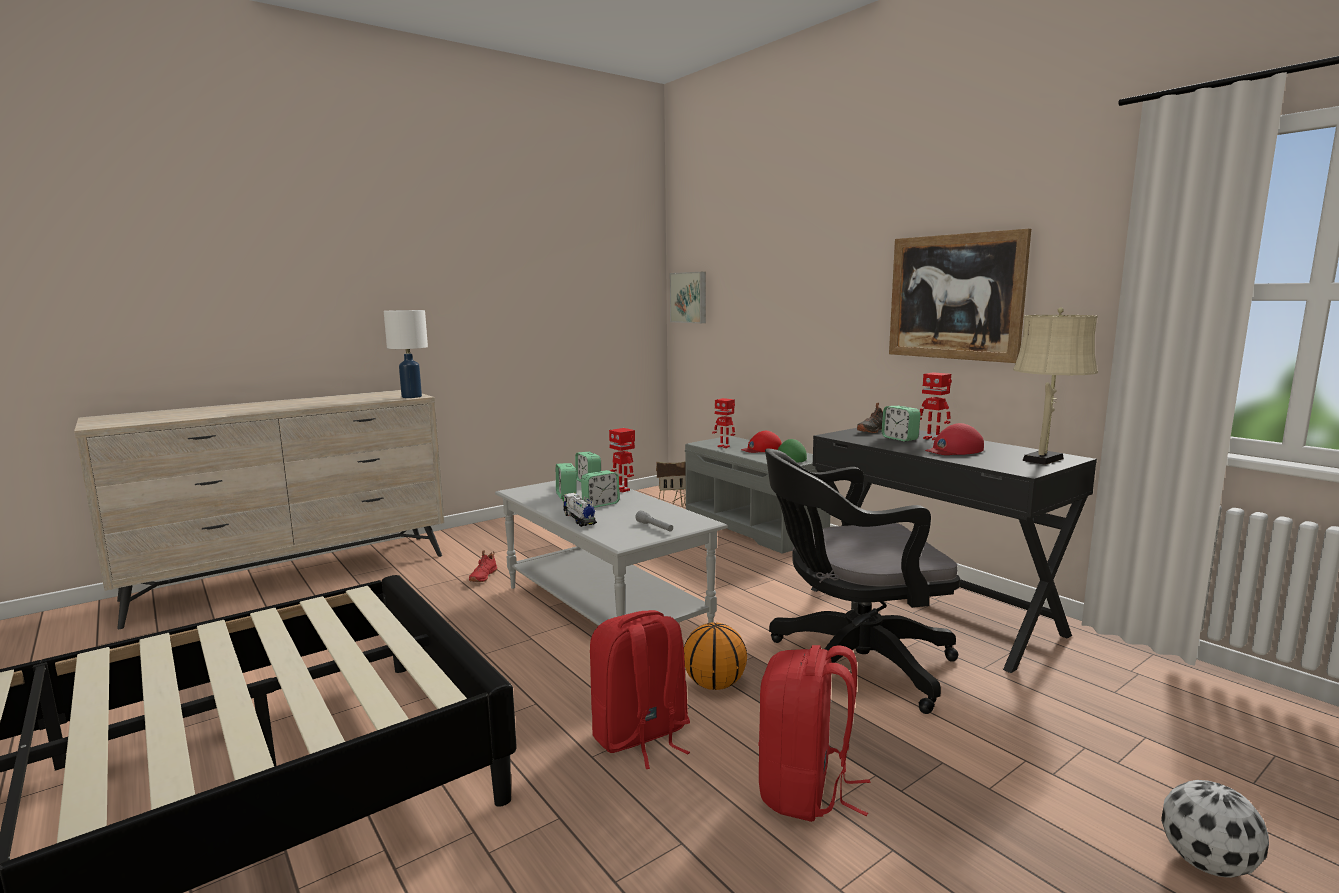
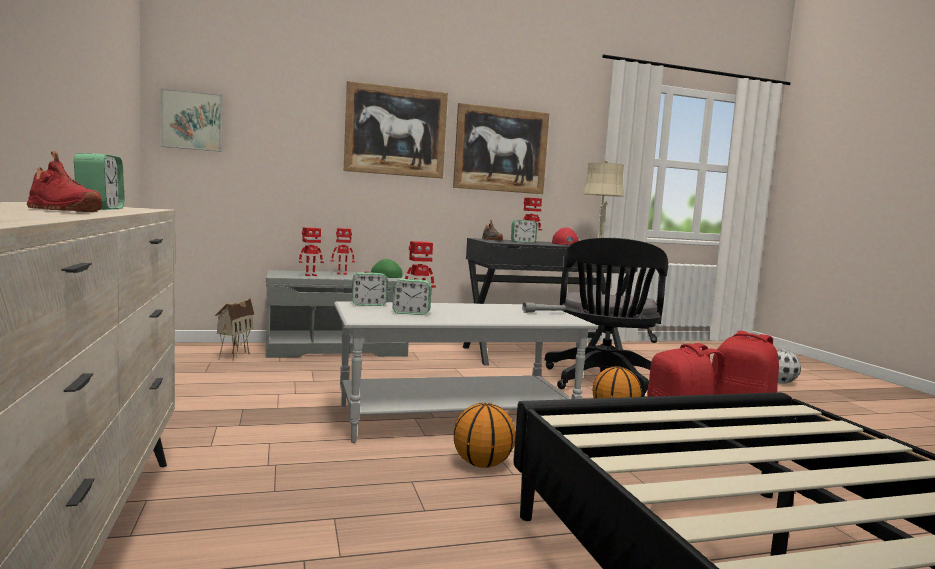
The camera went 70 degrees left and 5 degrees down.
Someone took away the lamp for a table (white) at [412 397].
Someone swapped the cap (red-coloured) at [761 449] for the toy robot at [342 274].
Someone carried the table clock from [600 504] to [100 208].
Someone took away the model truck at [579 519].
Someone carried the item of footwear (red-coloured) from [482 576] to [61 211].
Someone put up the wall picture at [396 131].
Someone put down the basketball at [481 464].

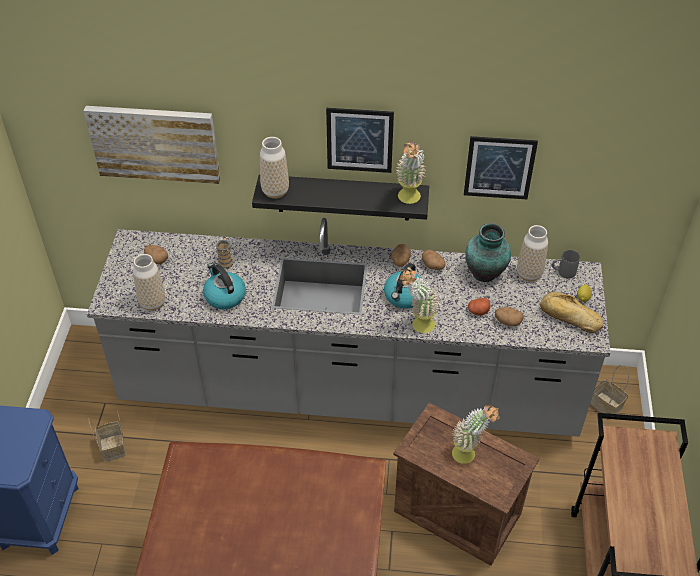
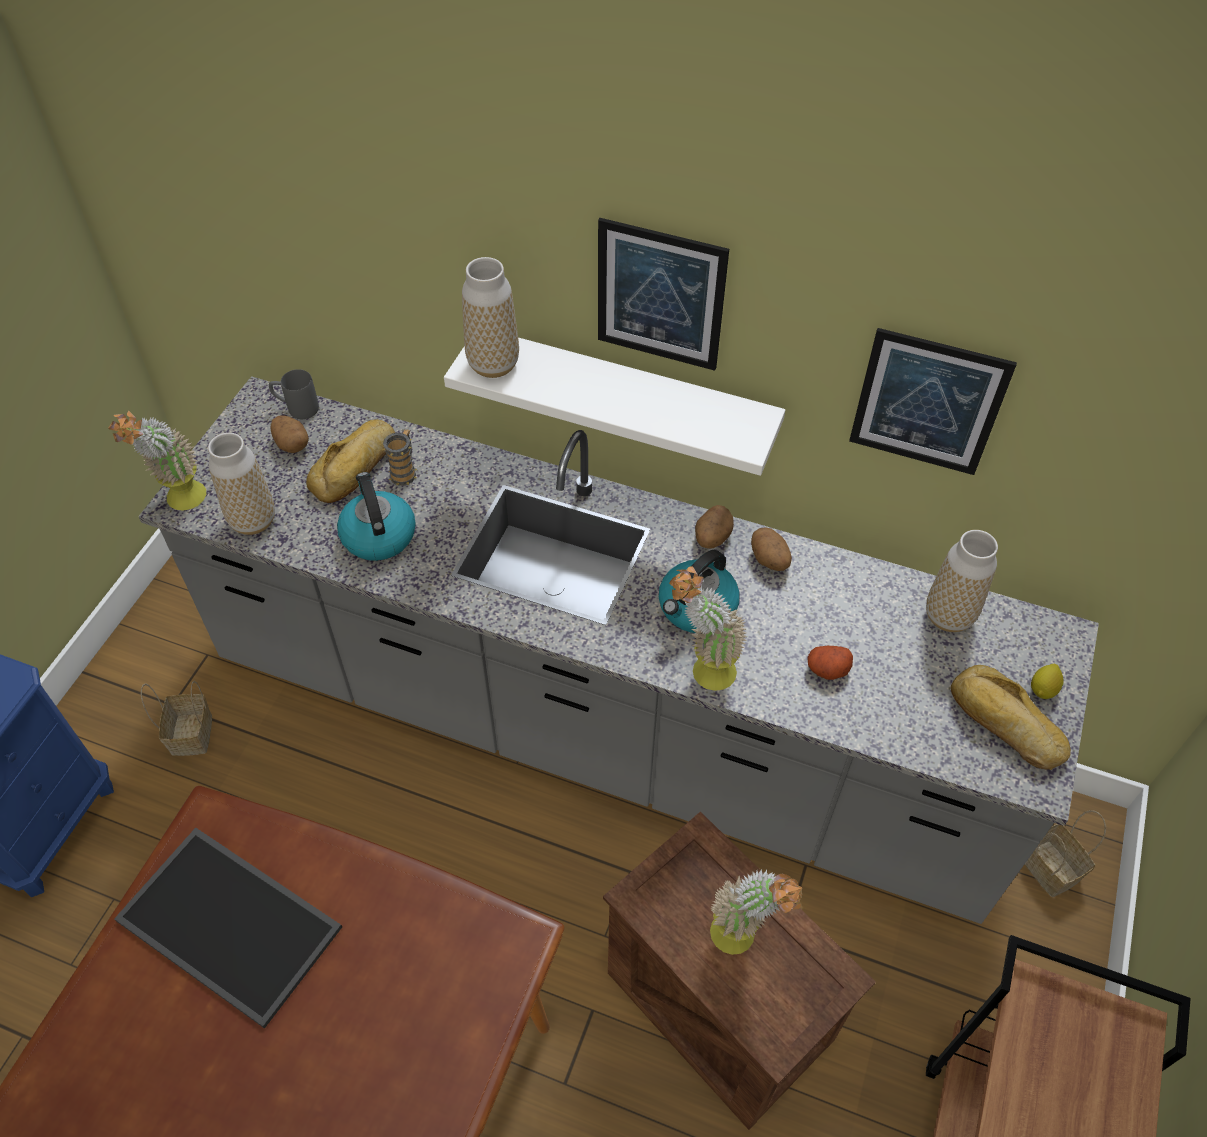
The camera went 15 degrees right and 5 degrees up.
Someone took away the wall picture at [155 143].
Someone carried the houseplant from [409 200] to [181 503].
Someone repainted the wall shelf (blackish) at [343 197], which became the wall shelf (white) at [626 399].
Someone took away the vase at [486 273].
Someone carried the mug (grey) from [562 272] to [296 408].
Someone took away the spud at [507 322].
Someone put down the baked bread at [357 468].
Someone put down the carrying tray at [233 922].

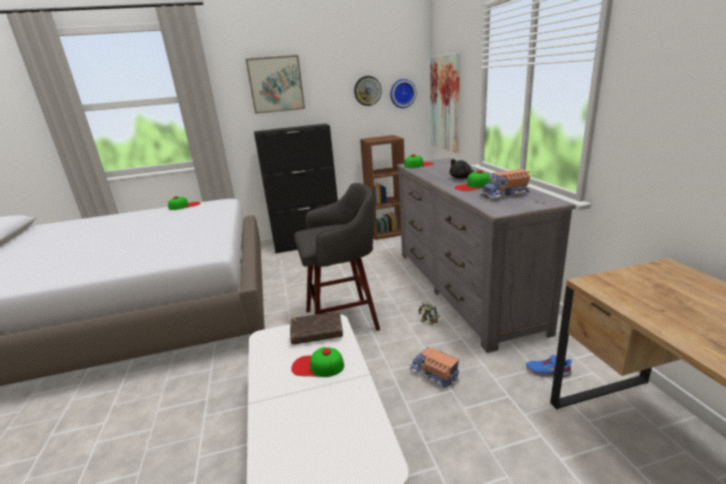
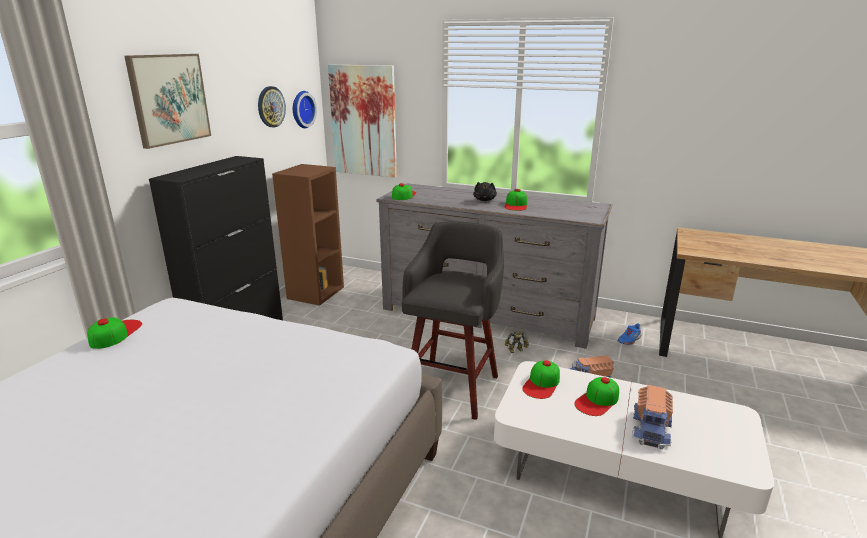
The camera went 55 degrees left and 0 degrees up.
Someone carried the model truck from [505 195] to [652 428].
Someone swapped the volume (brown-coloured) at [317 333] for the cap at [542 383].

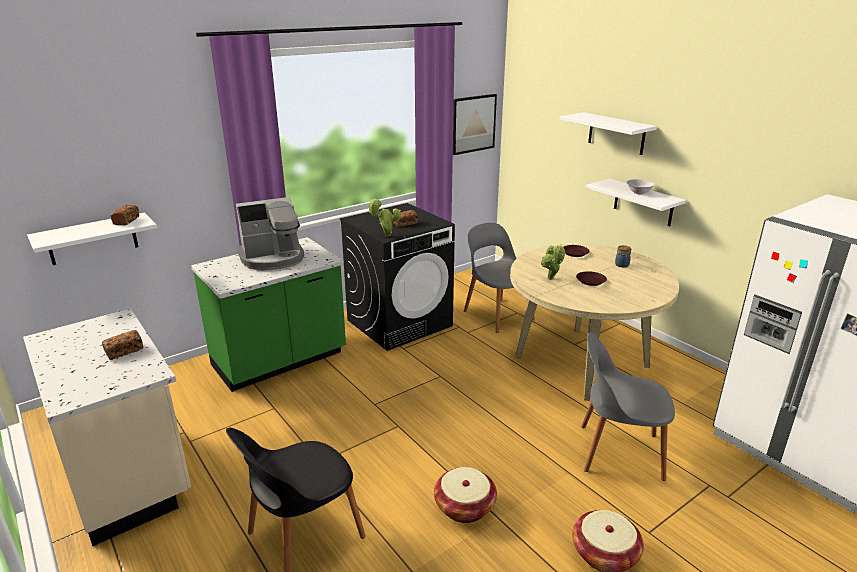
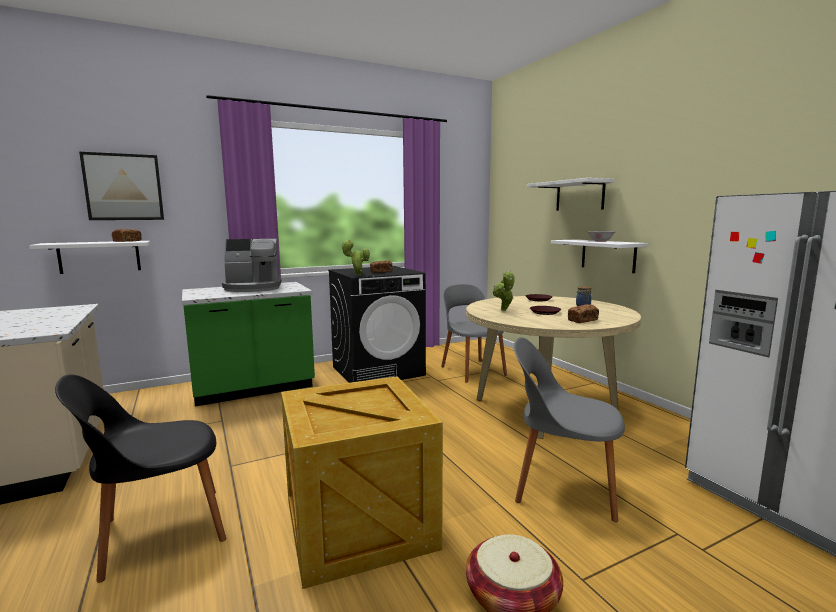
The camera went 10 degrees right and 15 degrees down.
Someone carried the wall picture from [473 124] to [123 187].
Someone carried the baked bread from [124 351] to [582 320].
Someone swapped the basket at [464 507] for the shipping crate at [356 523].

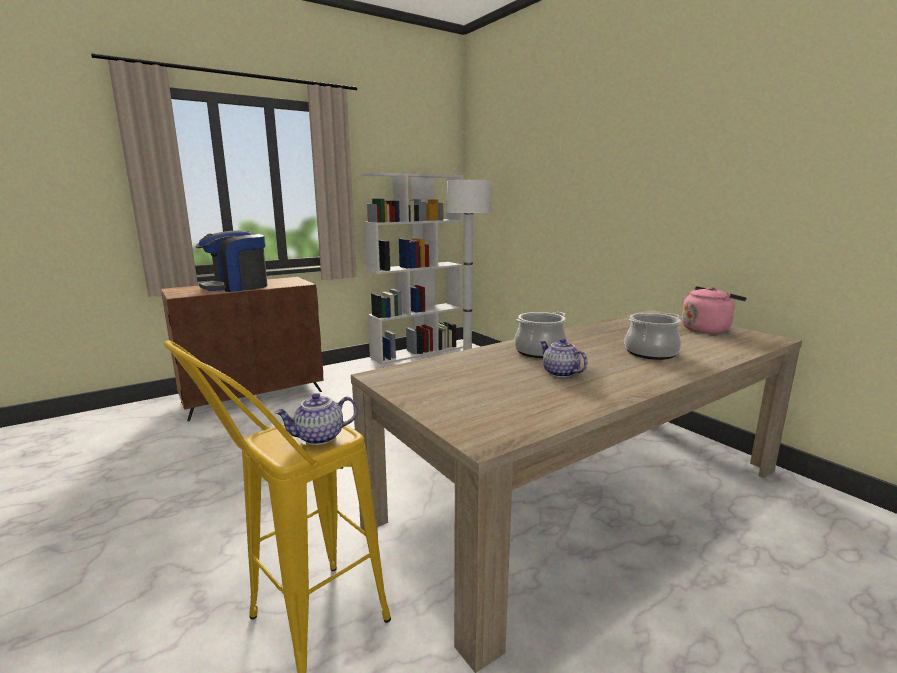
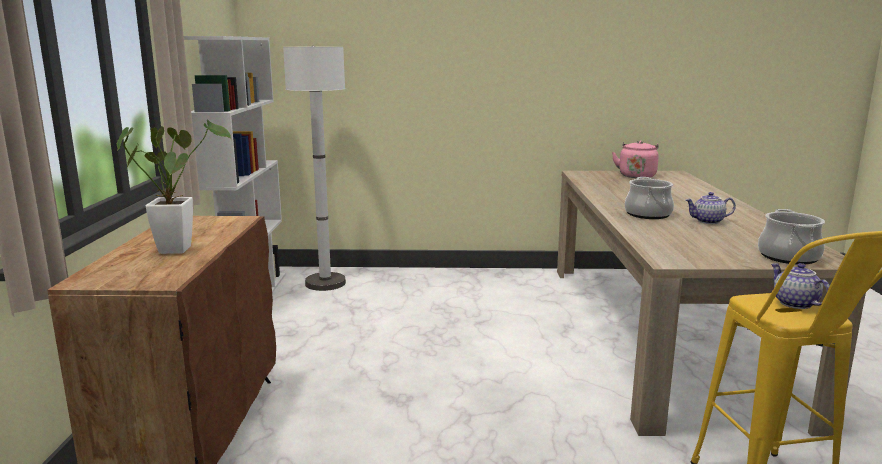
The camera went 55 degrees left and 0 degrees up.
Someone swapped the coffee maker at [237 287] for the houseplant at [178 247].
Someone carried the cooking pot from [651 353] to [789 257].
Someone rotated the teapot at [319 438] by 150 degrees clockwise.

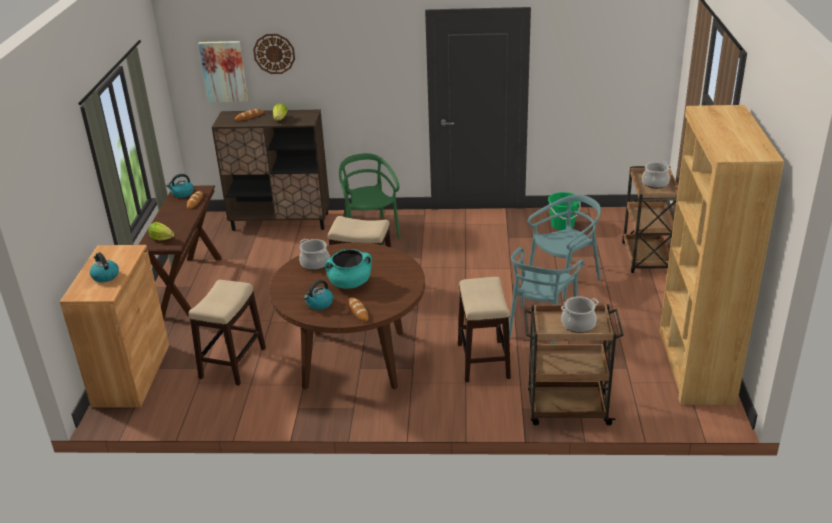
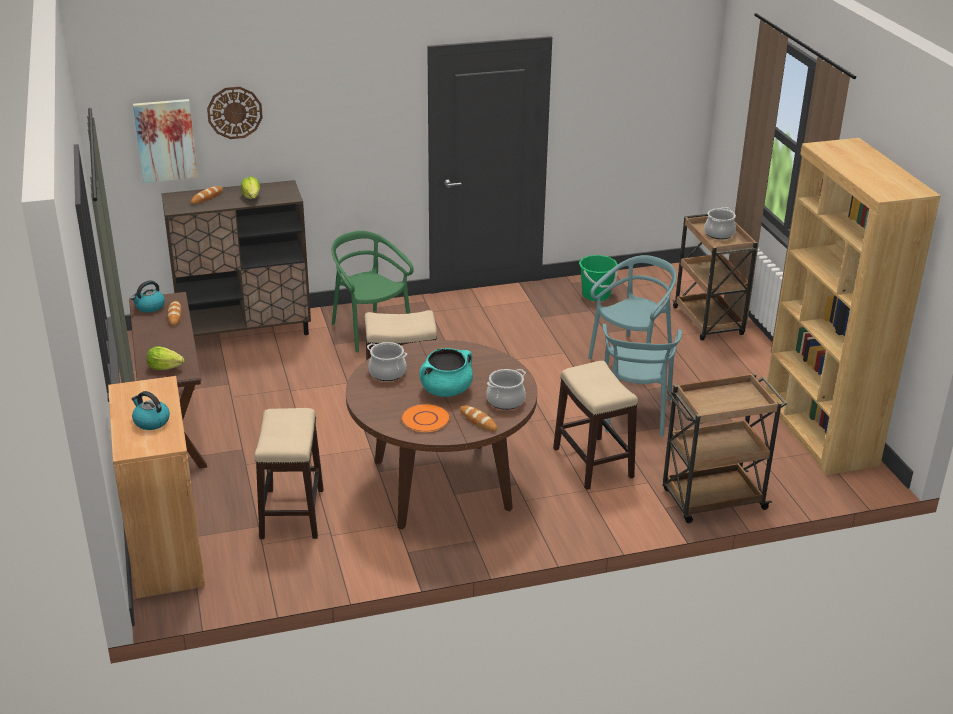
The camera went 20 degrees left and 0 degrees up.
Someone swapped the water kettle at [319 304] for the dinner plate (orangey) at [426 419].
Someone carried the cooking pot from [578 324] to [505 401].

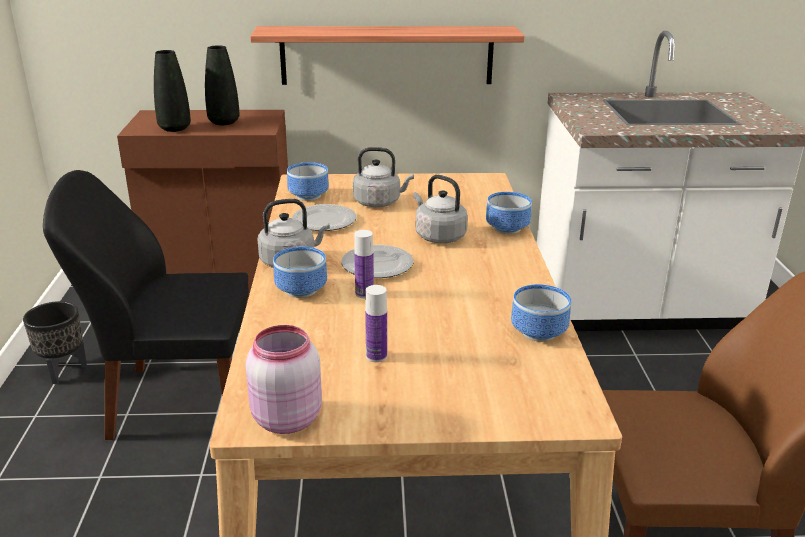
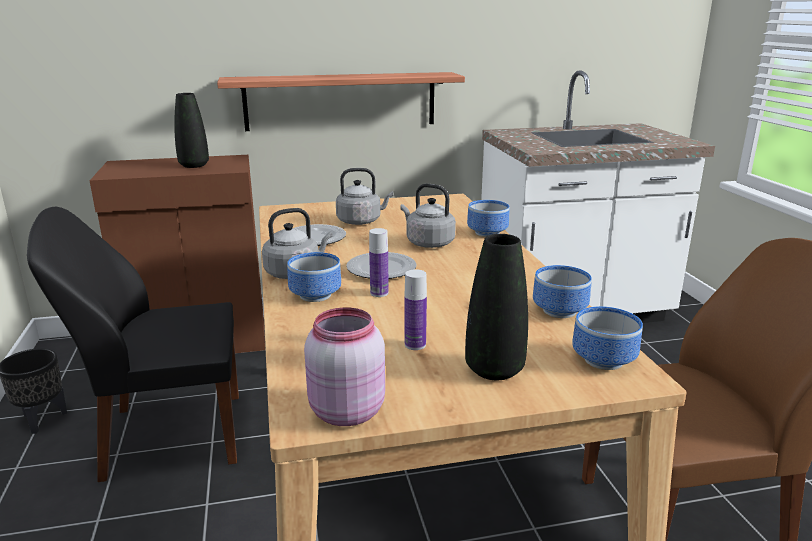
The camera went 10 degrees left and 5 degrees down.
Someone carried the vase (blackish) from [174 128] to [494 370].
Someone carried the bowl from [307 195] to [601 359].

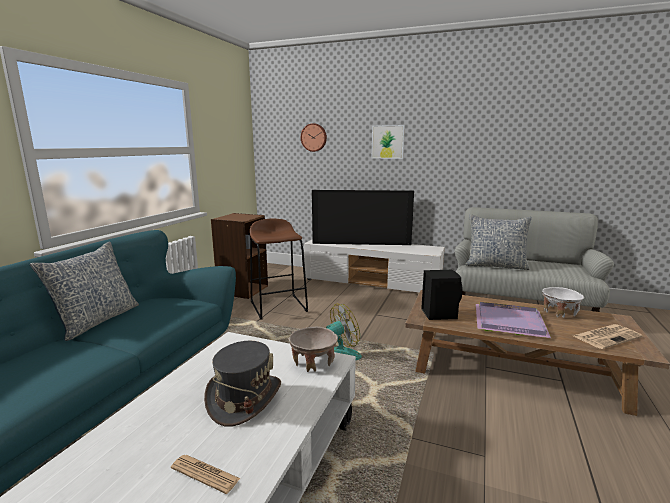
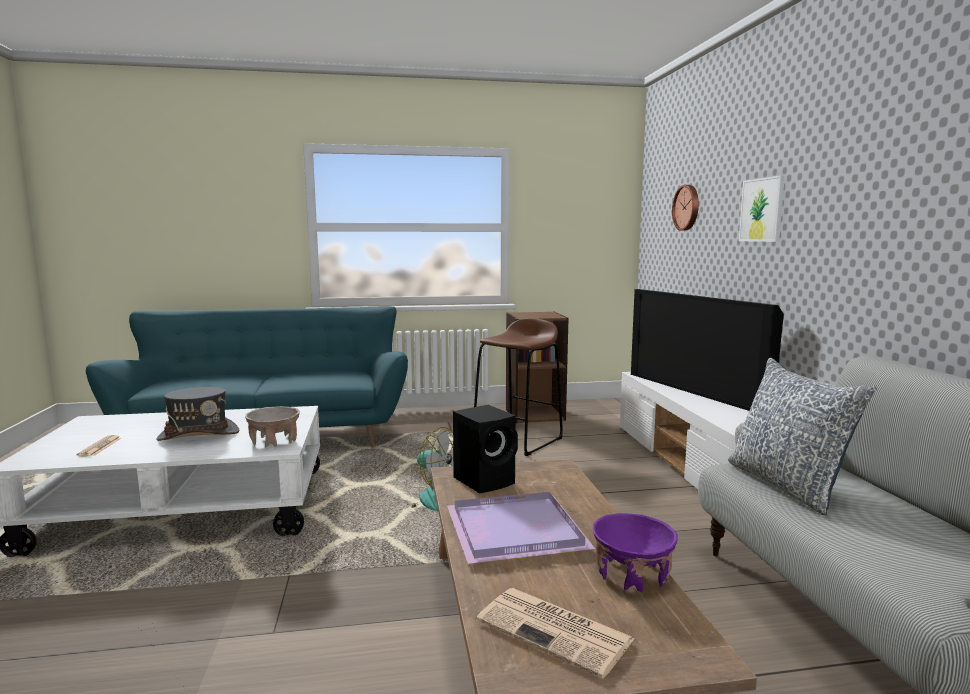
The camera went 60 degrees right and 5 degrees down.
Someone took away the cushion at [96 321].
Someone repainted the bowl (white) at [559 312], which became the bowl (purple-coloured) at [632 575].

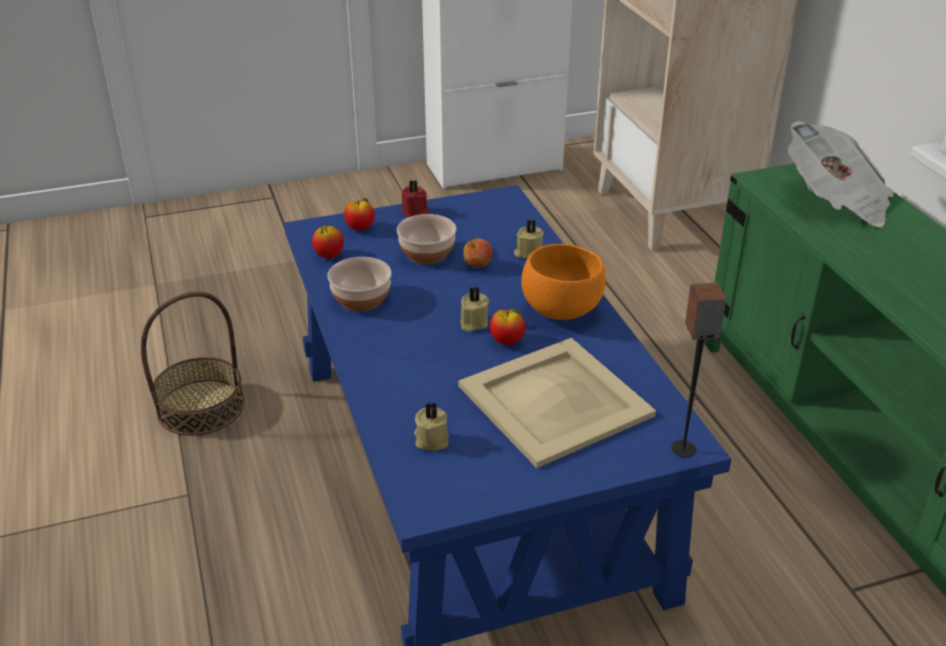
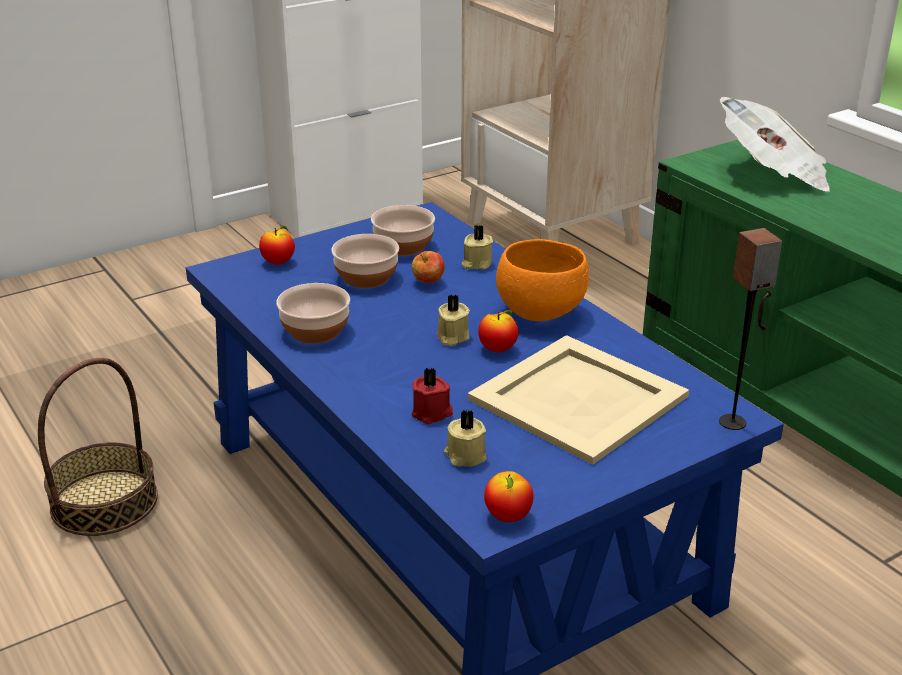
The camera went 15 degrees left and 5 degrees down.
Someone carried the wax light (red-coloured) from [415 212] to [432 413].
Someone carried the whole apple from [329 256] to [508 517].
Someone put down the bowl at [403 246].

